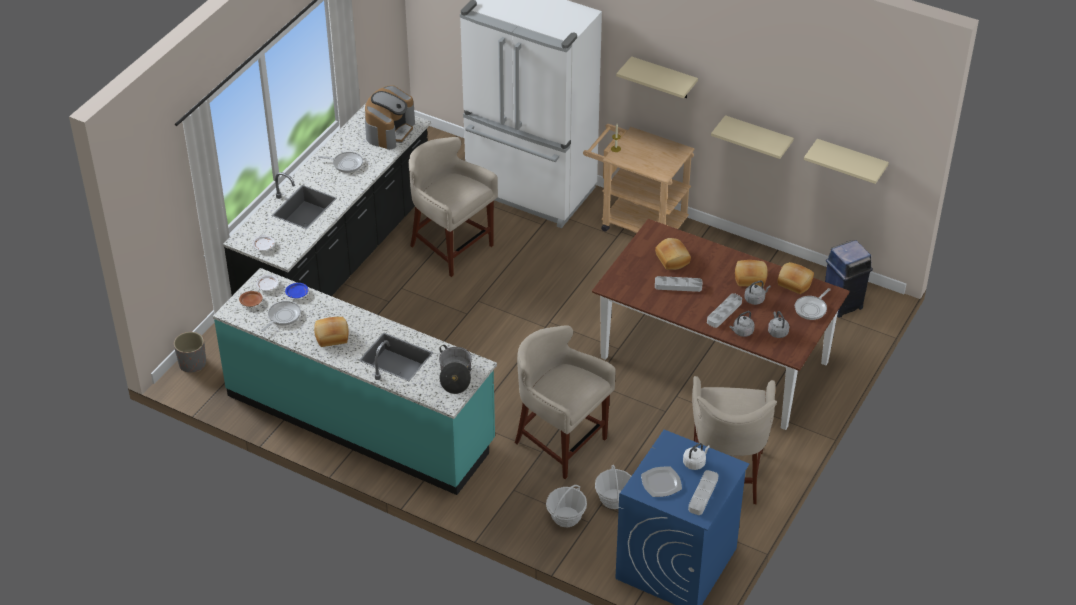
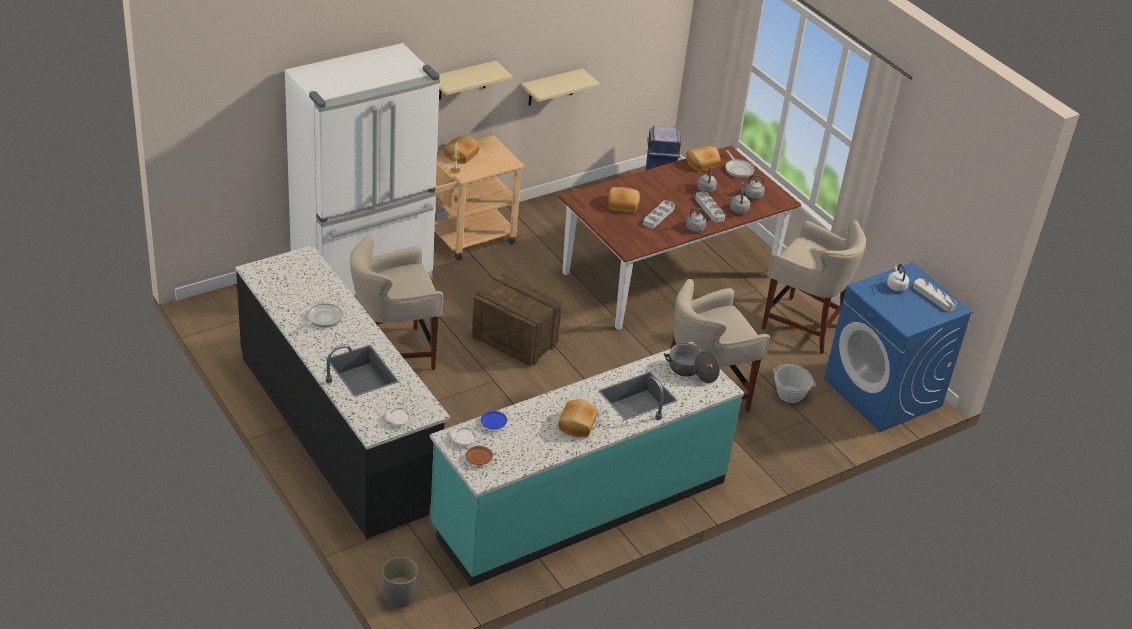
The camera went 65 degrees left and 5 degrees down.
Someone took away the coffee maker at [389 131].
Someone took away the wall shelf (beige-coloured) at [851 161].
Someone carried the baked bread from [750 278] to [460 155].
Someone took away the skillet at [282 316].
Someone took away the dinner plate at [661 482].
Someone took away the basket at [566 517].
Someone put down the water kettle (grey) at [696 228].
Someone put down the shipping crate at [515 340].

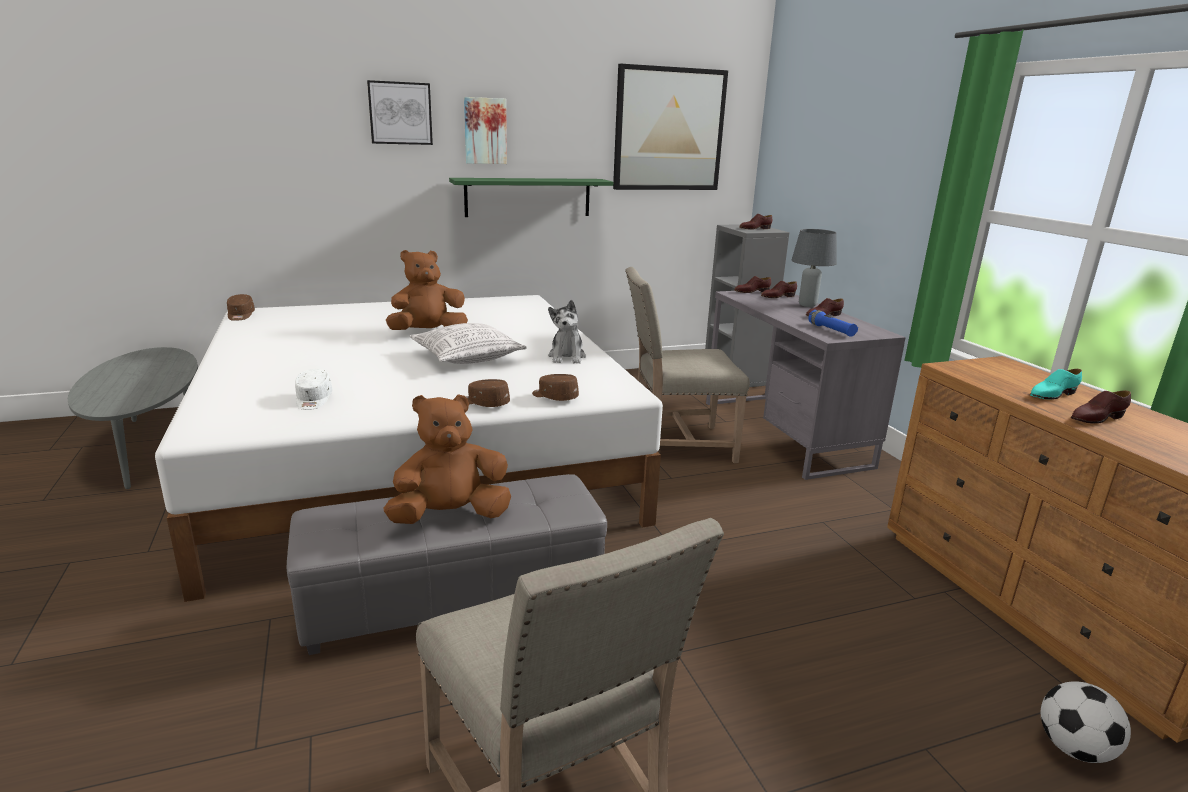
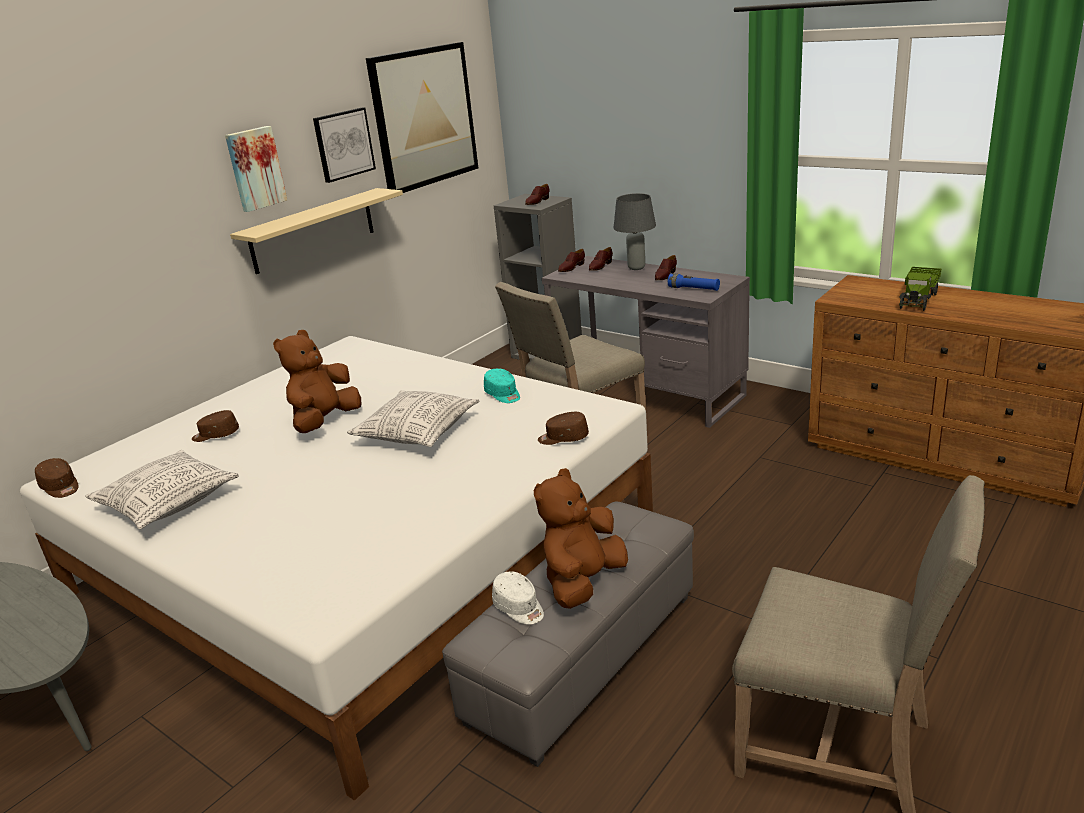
The camera went 30 degrees left and 5 degrees up.
Someone carried the wall picture from [400 113] to [343 144].
Someone repainted the wall shelf (green-coloured) at [528 197], which became the wall shelf (beige-coloured) at [313 230].
Someone swapped the soft toy at [567 357] for the cap (turquoise) at [503 394].
Someone carried the cap (white) from [313 400] to [519 608].
Someone swapped the item of footwear (turquoise) at [1052 395] for the model truck at [918 299].
Someone carried the cap (brown-coloured) from [484 403] to [216 435].
Someone took away the item of footwear (brown-coloured) at [1096 418].
Someone took away the football ball at [1074 749].
Someone put down the cushion at [168 503].

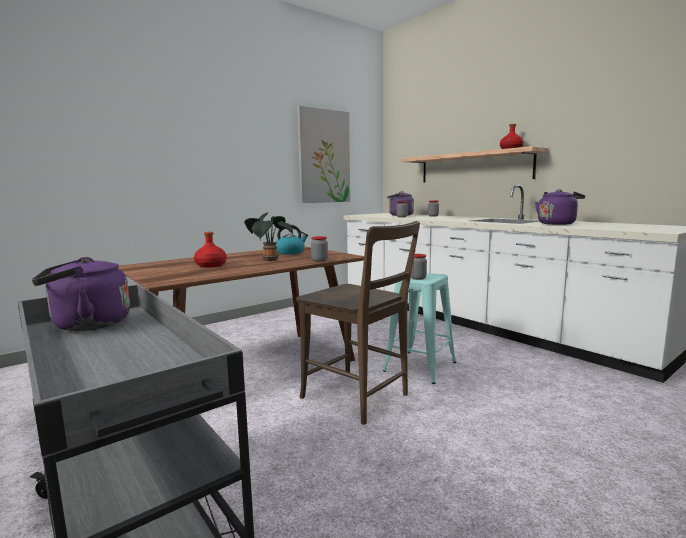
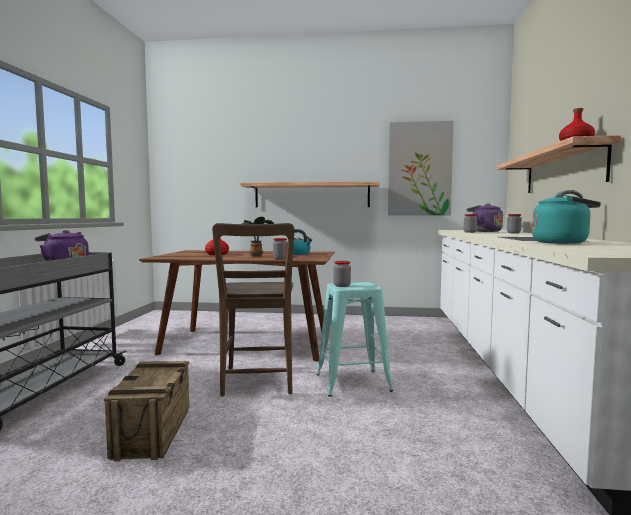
The camera went 45 degrees right and 5 degrees down.
Someone repainted the water kettle (purple-coloured) at [557 223], which became the water kettle (turquoise) at [563 243].
Someone put up the wall shelf at [311 195].
Someone put down the shipping crate at [154 432].

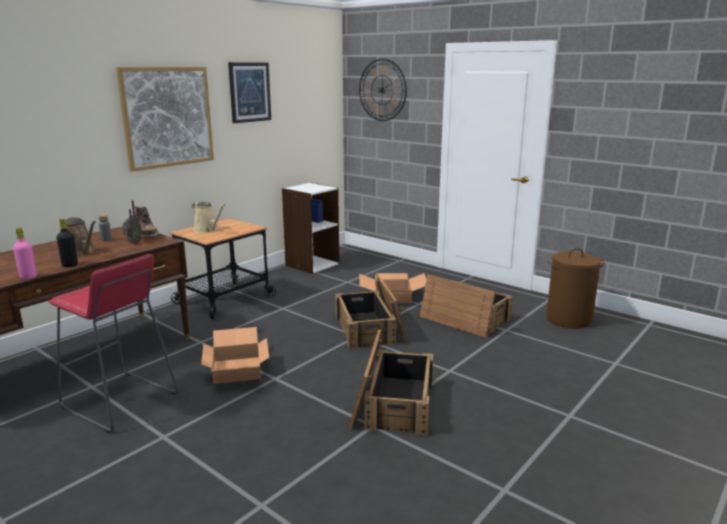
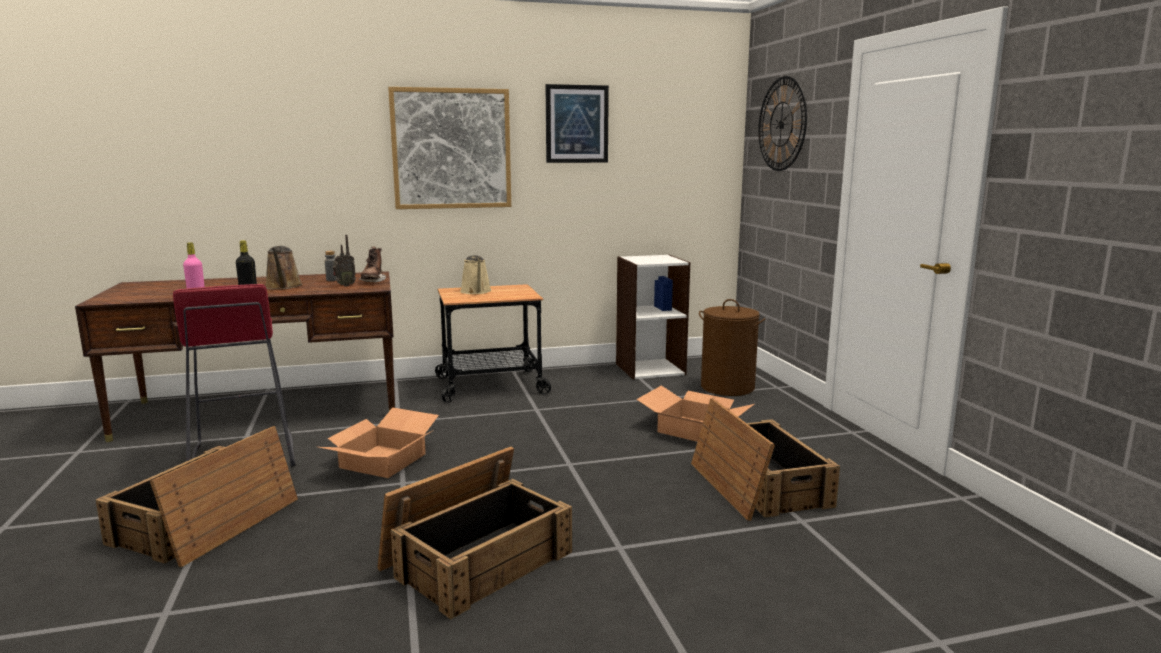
The camera went 35 degrees right and 5 degrees down.
Someone carried the hamper (brown-coloured) from [569 319] to [728 387].
Someone carried the shipping crate from [371 329] to [206 522].

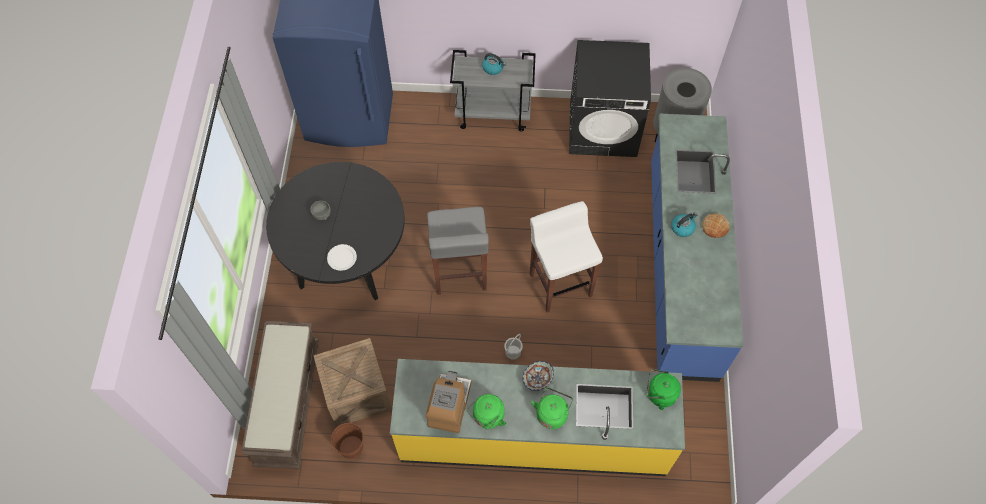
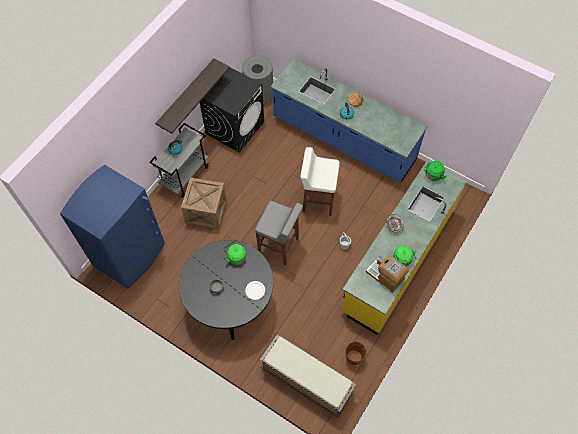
The camera went 60 degrees left and 0 degrees up.
Someone carried the shipping crate from [357 392] to [206 211].
Someone carried the water kettle (green-coloured) from [552 413] to [236 256].
Someone put up the wall shelf at [186 95].

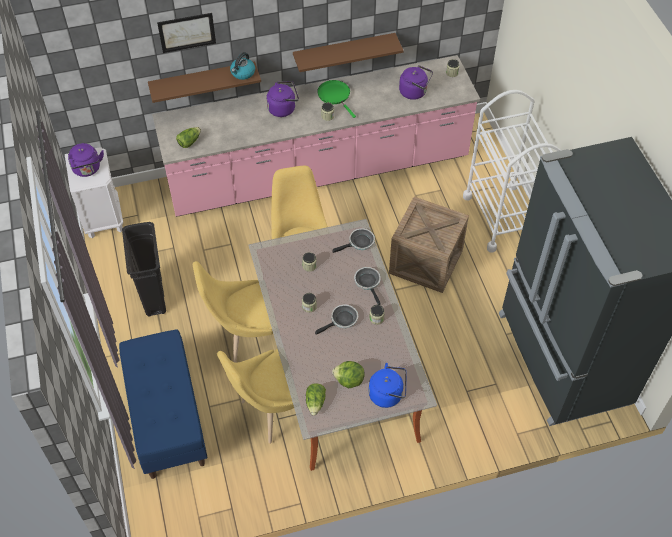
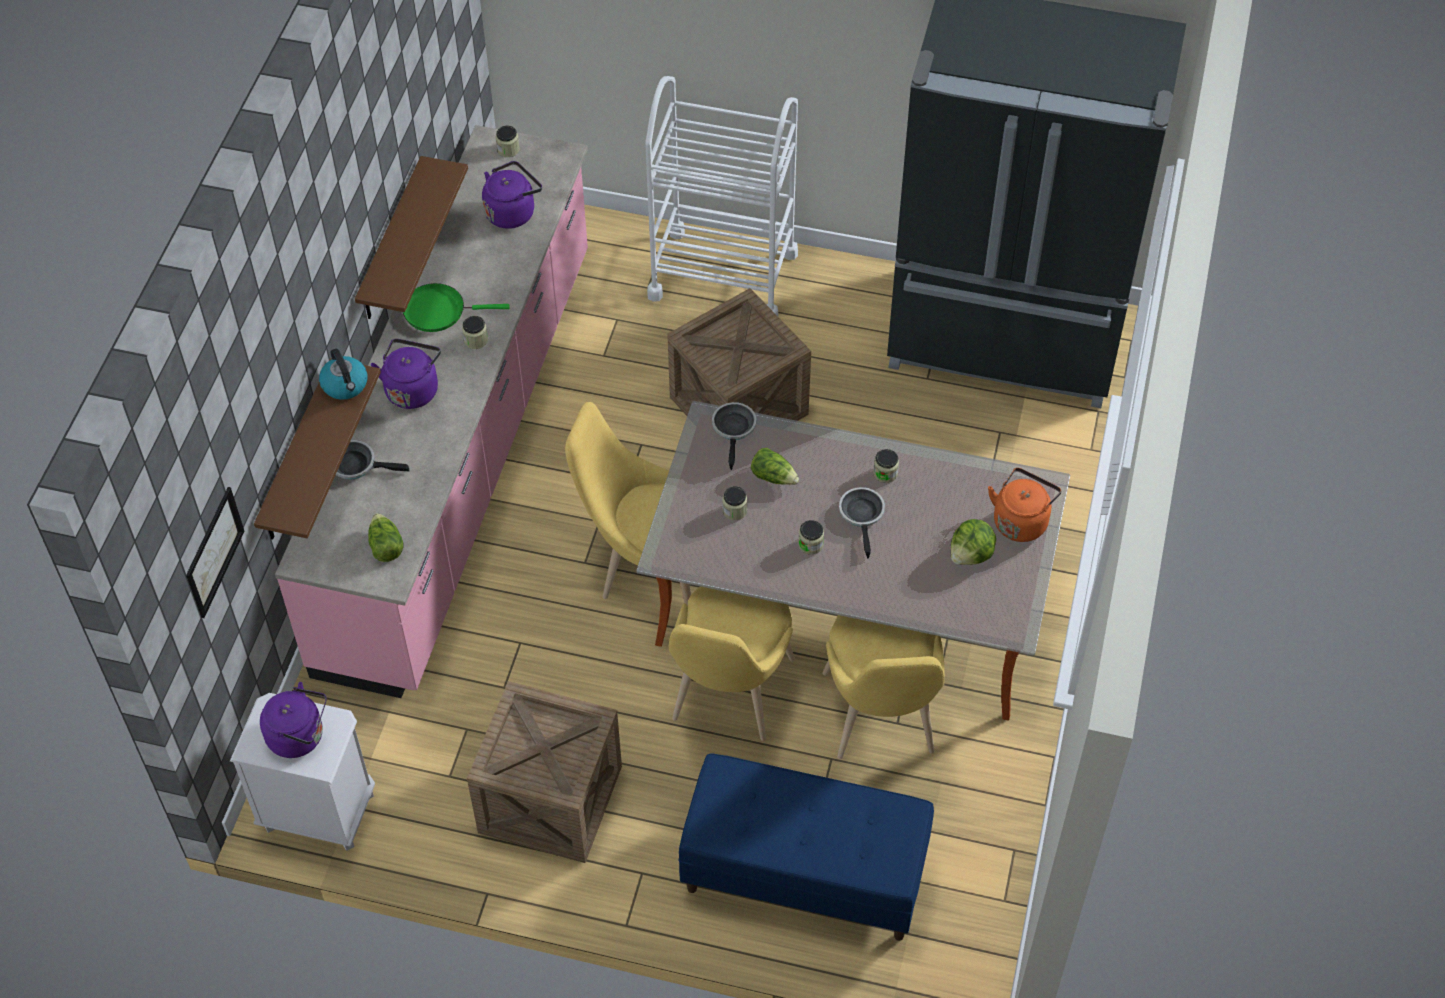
The camera went 60 degrees left and 0 degrees up.
Someone carried the wall picture from [187 32] to [214 552].
Someone swapped the waste bin (blackish) at [154 296] for the shipping crate at [550 799].
Someone carried the skillet from [368 283] to [357 465].
Someone repainted the water kettle (blue) at [388 394], which became the water kettle (orangey) at [1021 520].
Someone carried the head of lettuce from [315 402] to [773 476].

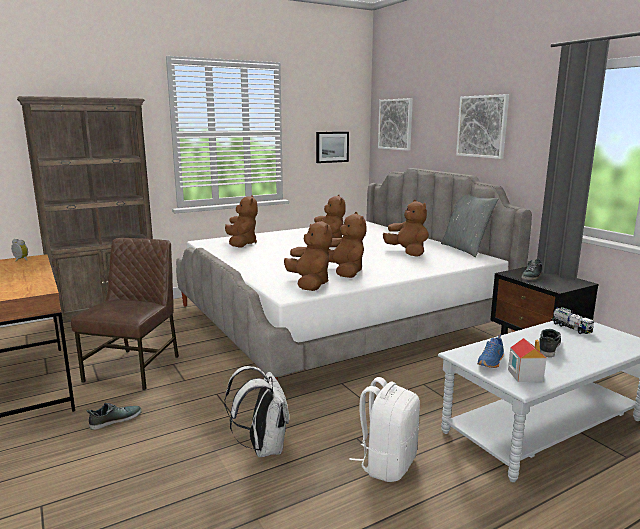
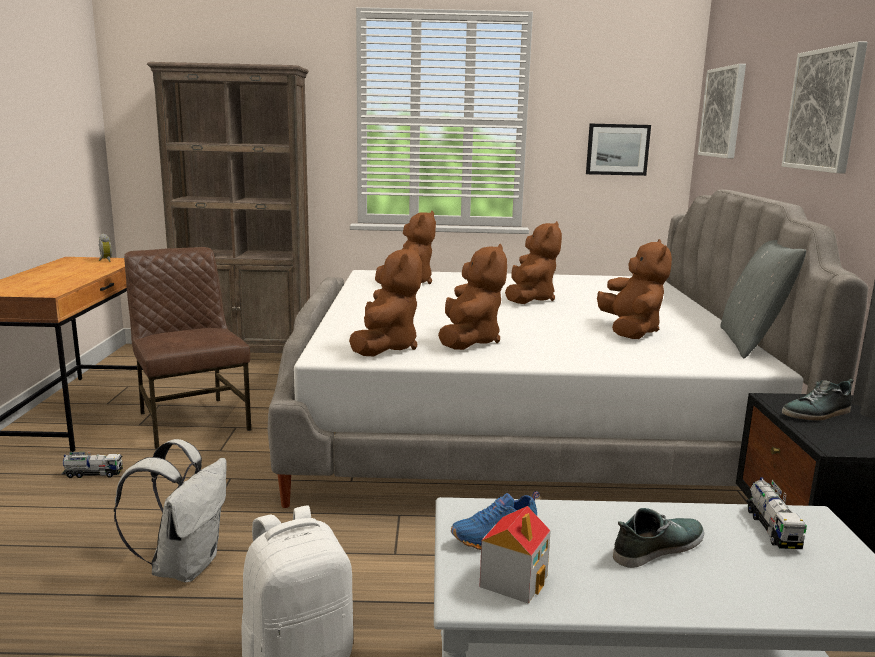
The camera went 30 degrees right and 0 degrees up.
Someone rotated the chair (brown-coloured) at [135 368] by 75 degrees counterclockwise.
Someone swapped the item of footwear at [115 420] for the model truck at [93 474].

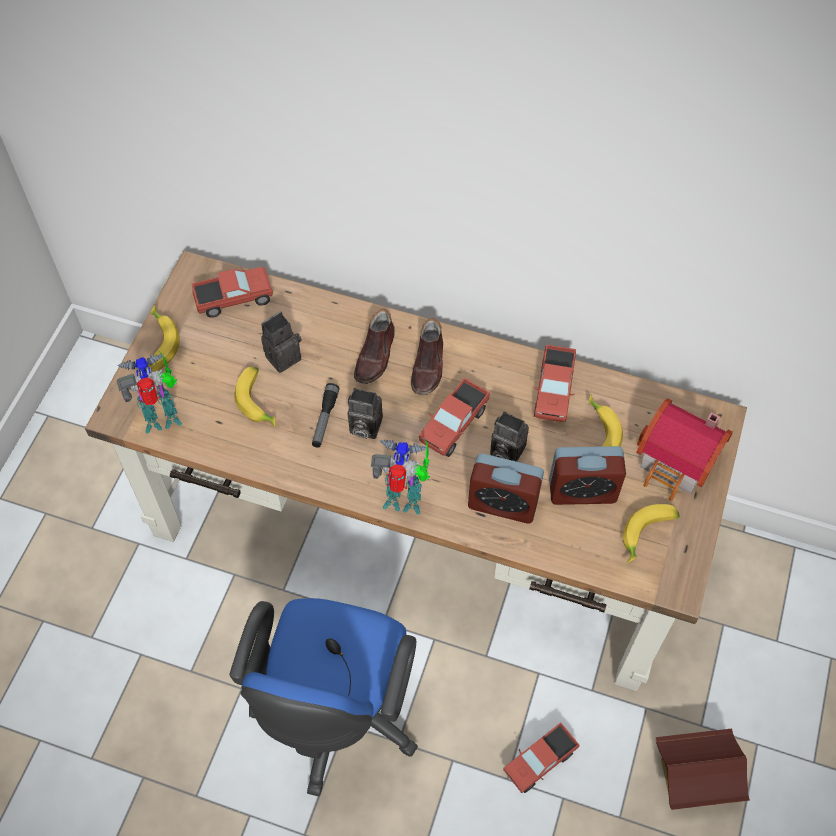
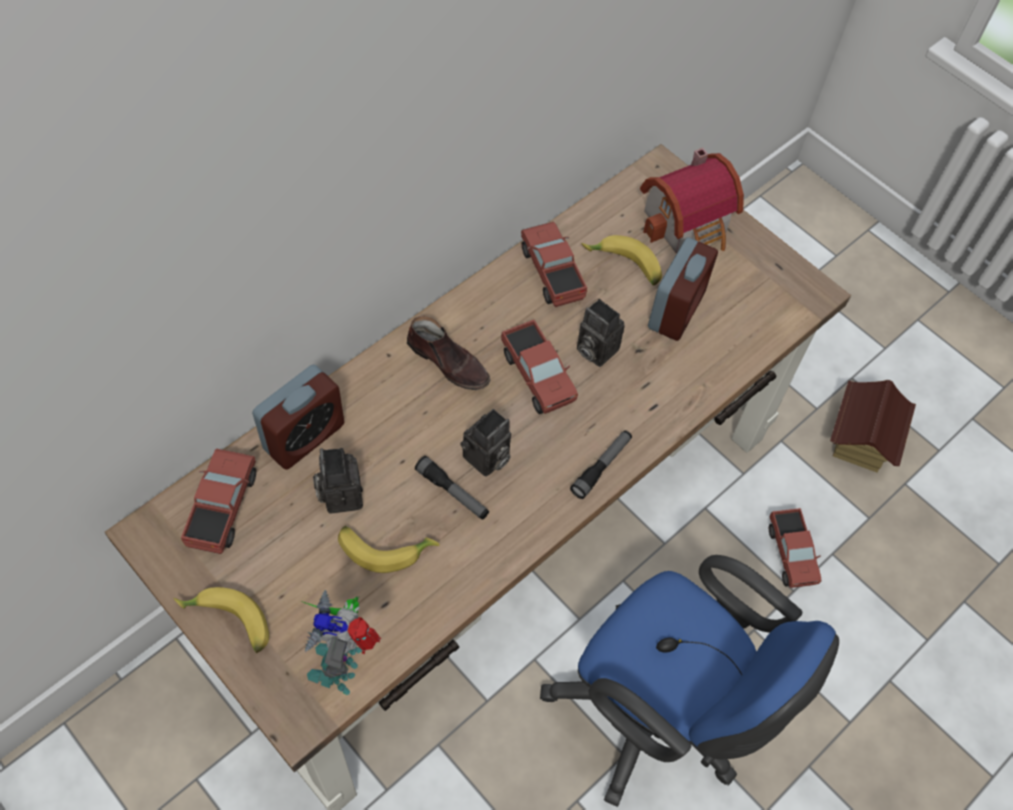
The camera went 65 degrees left and 0 degrees up.
Someone took away the item of footwear (brown-coloured) at [376 355].
Someone rotated the model truck at [553 392] by 150 degrees counterclockwise.
Someone rotated the photo camera at [505 451] by 75 degrees clockwise.
Someone swapped the toy robot at [404 502] for the flashlight at [601 467].
Someone carried the table clock from [502 503] to [304 437].
Someone took away the whole banana at [648 536].

